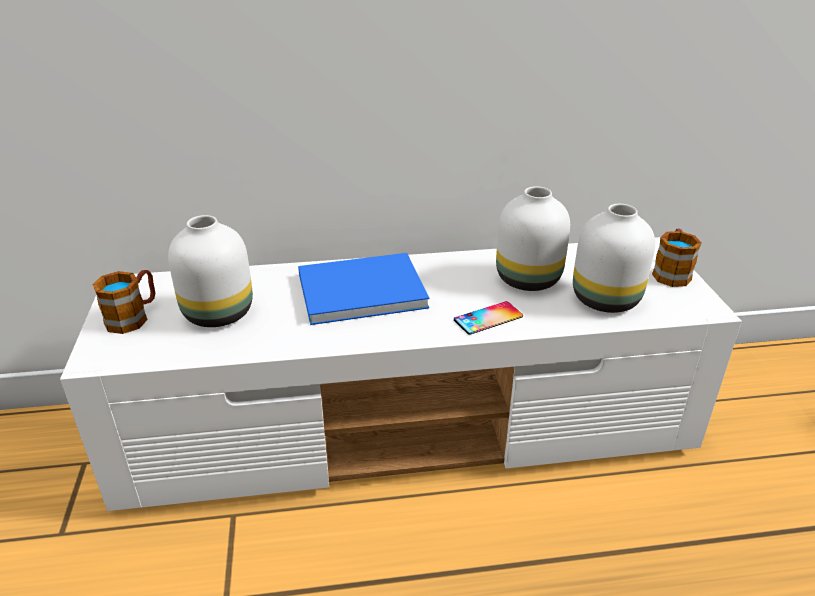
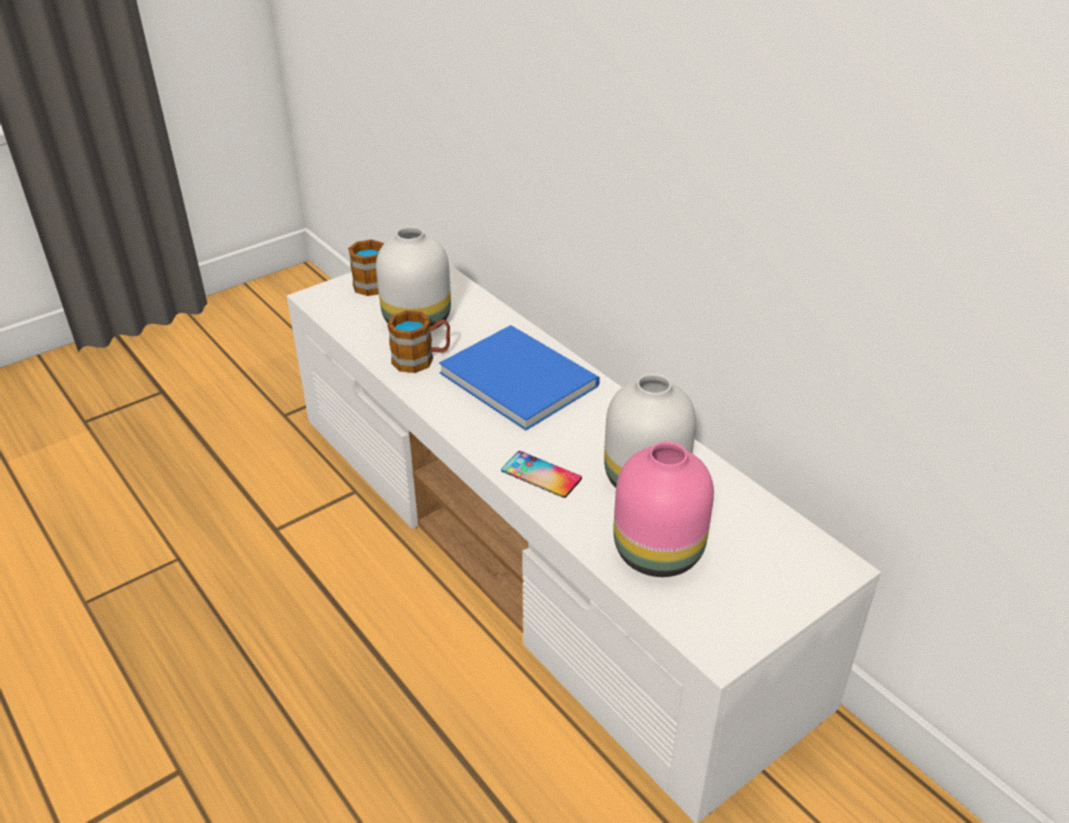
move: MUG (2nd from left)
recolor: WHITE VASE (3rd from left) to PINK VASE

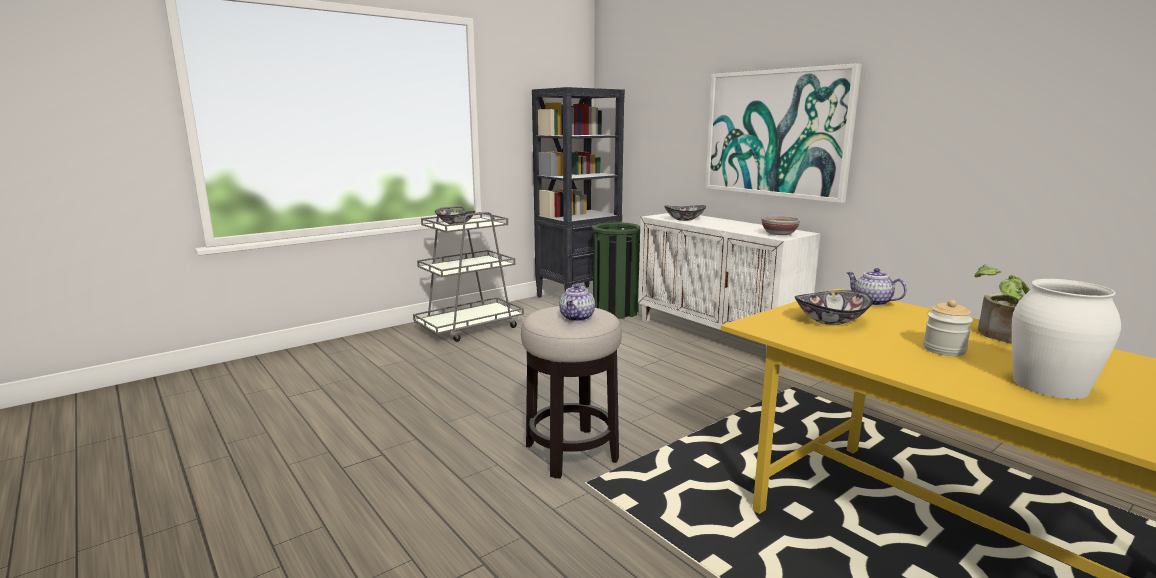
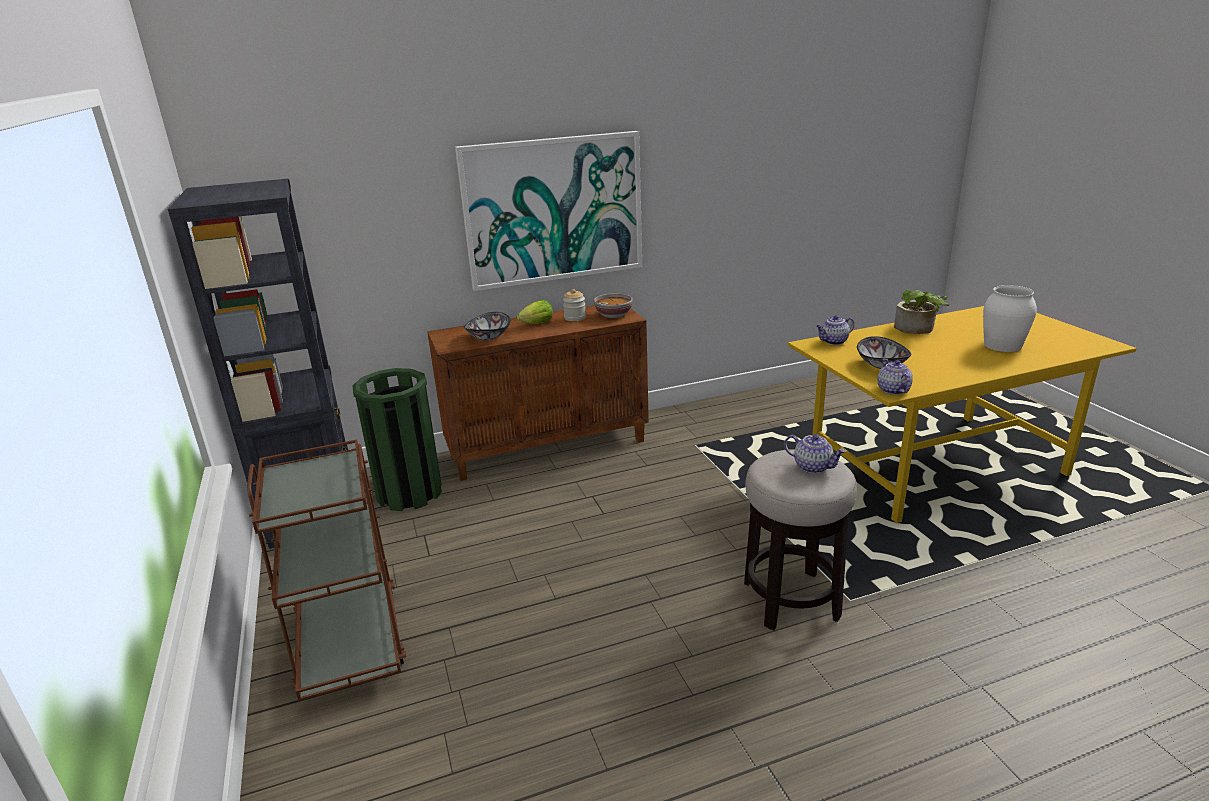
delete: BOWL (1st from left)
insert: LETTUCE; TEAPOT (3rd from left)
move: JAR
recolor: GREY CART to BROWN CART; WHITE CABINET to BROWN CABINET

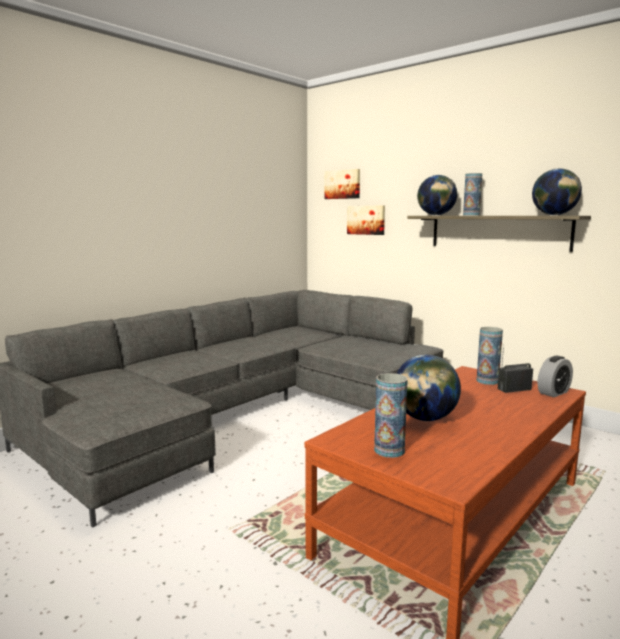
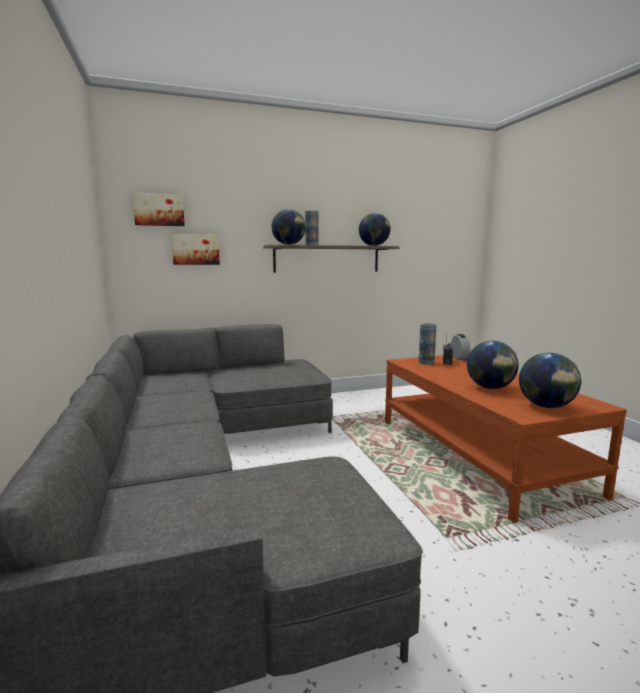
replace: VASE (1st from left) to GLOBE (4th from left)

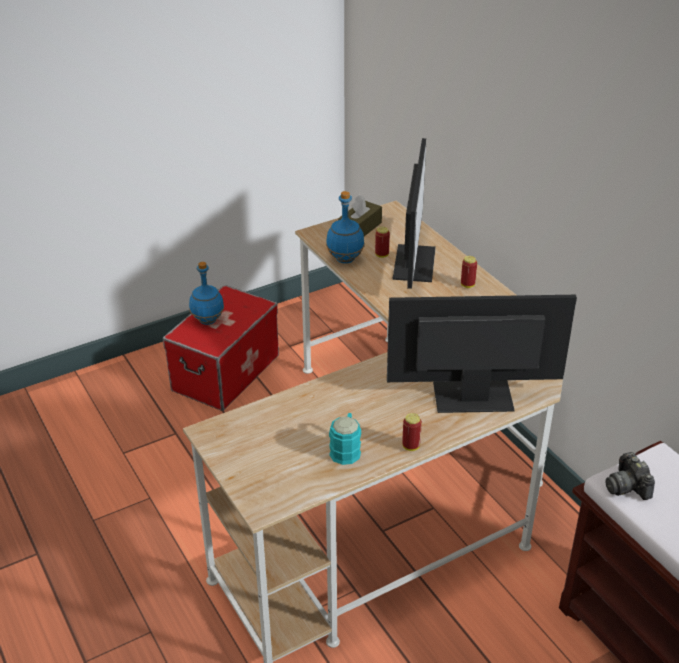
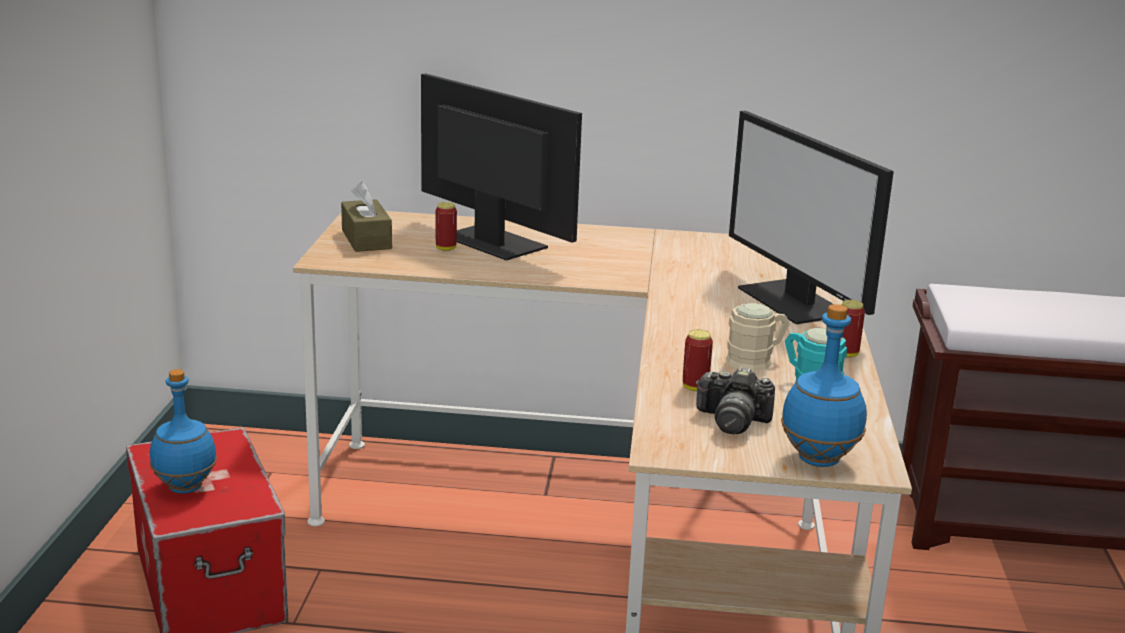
insert: BEIGE MUG
move: BLUE BOTTLE (2nd from left); CAN (3rd from left in the first image) to CAN (2nd from left); PHOTO CAMERA
rotate: MONITOR (2nd from left) 60 degrees counterclockwise

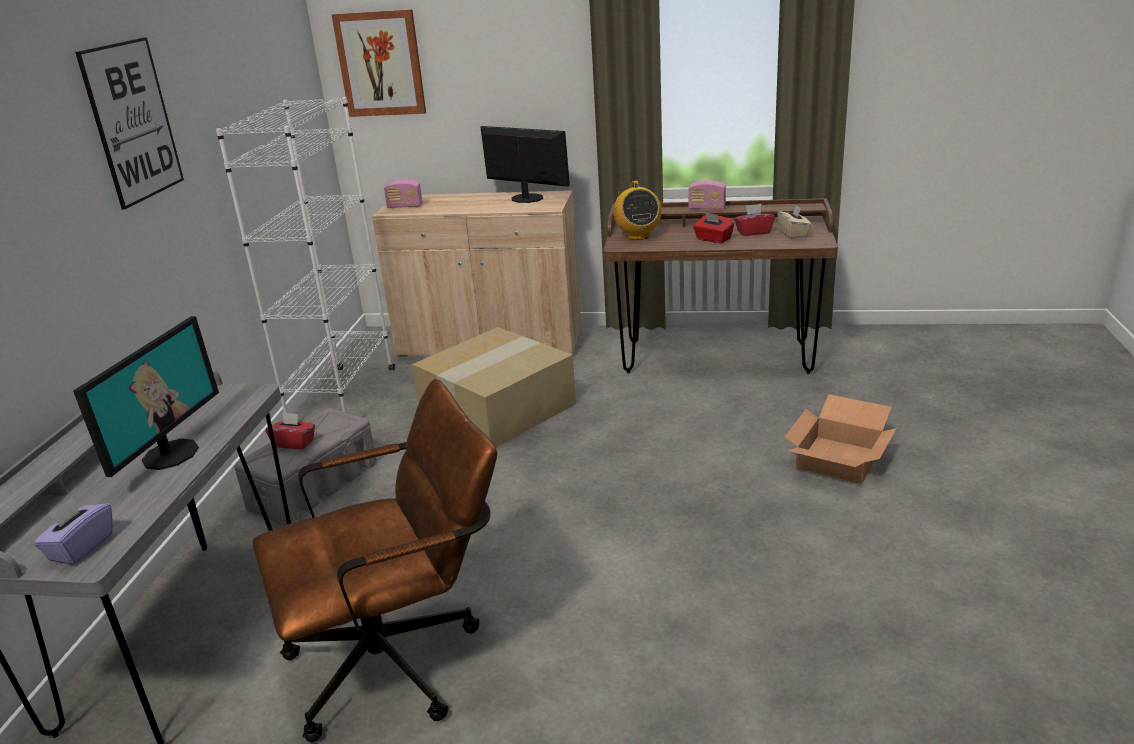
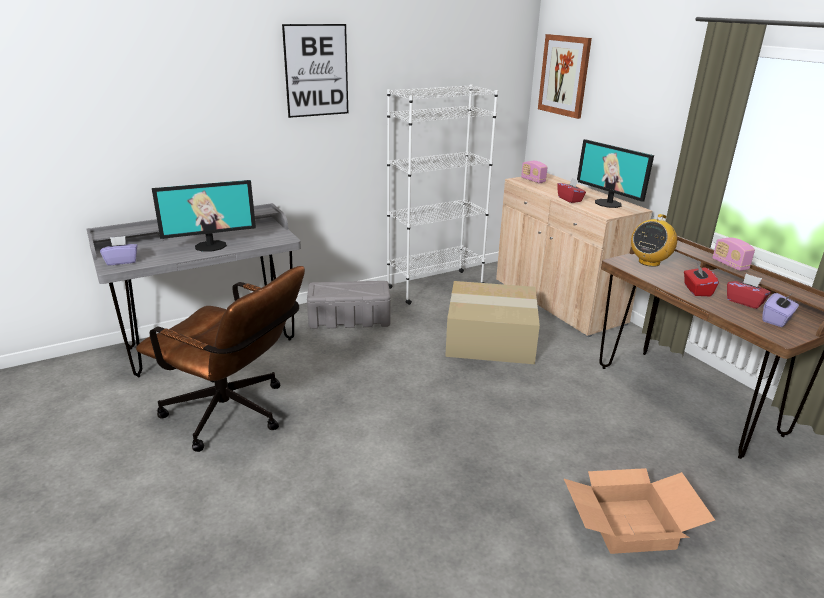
move: RED TISSUE BOX (1st from left)
recolor: BEIGE TISSUE BOX to PURPLE TISSUE BOX (2nd from left)
rotate: MONITOR (2nd from left) 150 degrees clockwise

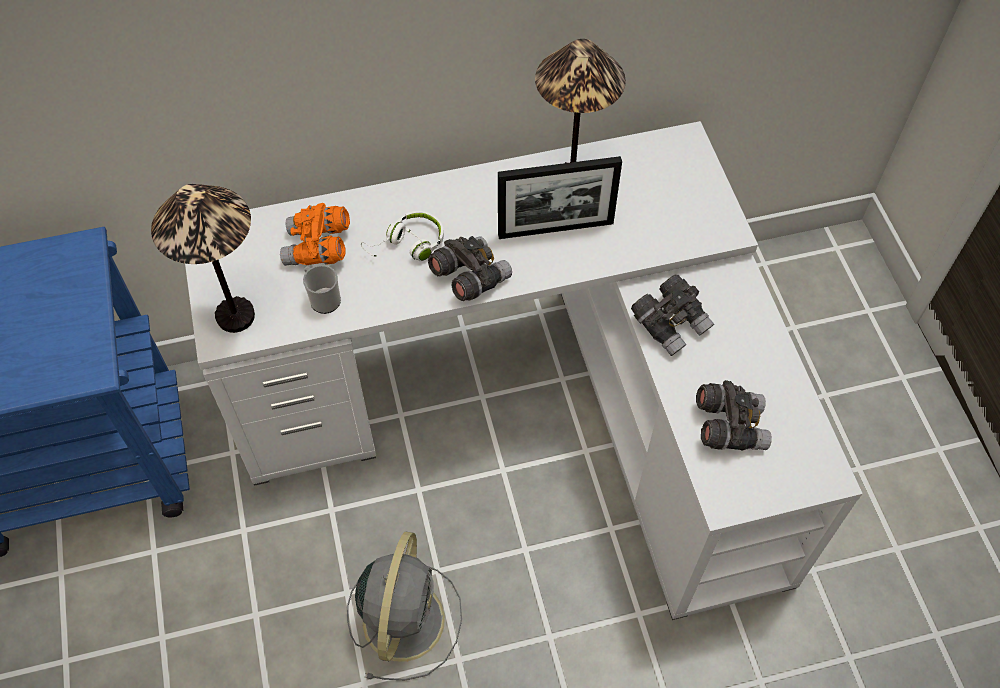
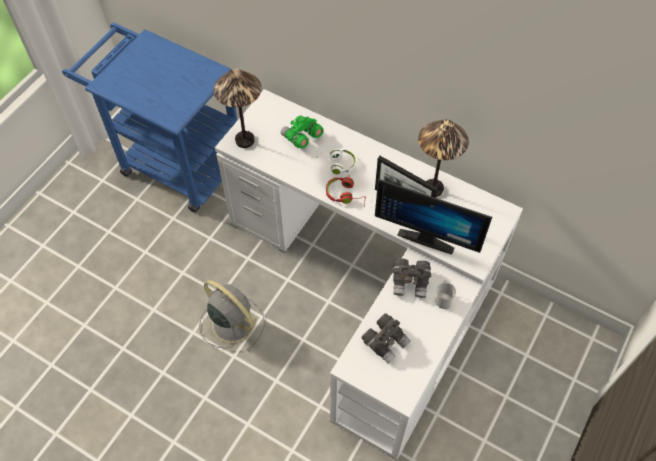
insert: MONITOR
move: MUG
replace: GREY BINOCULARS (1st from left) to RED HEADPHONES
recolor: ORANGE BINOCULARS to GREEN BINOCULARS
rotate: GREY FAN 105 degrees counterclockwise

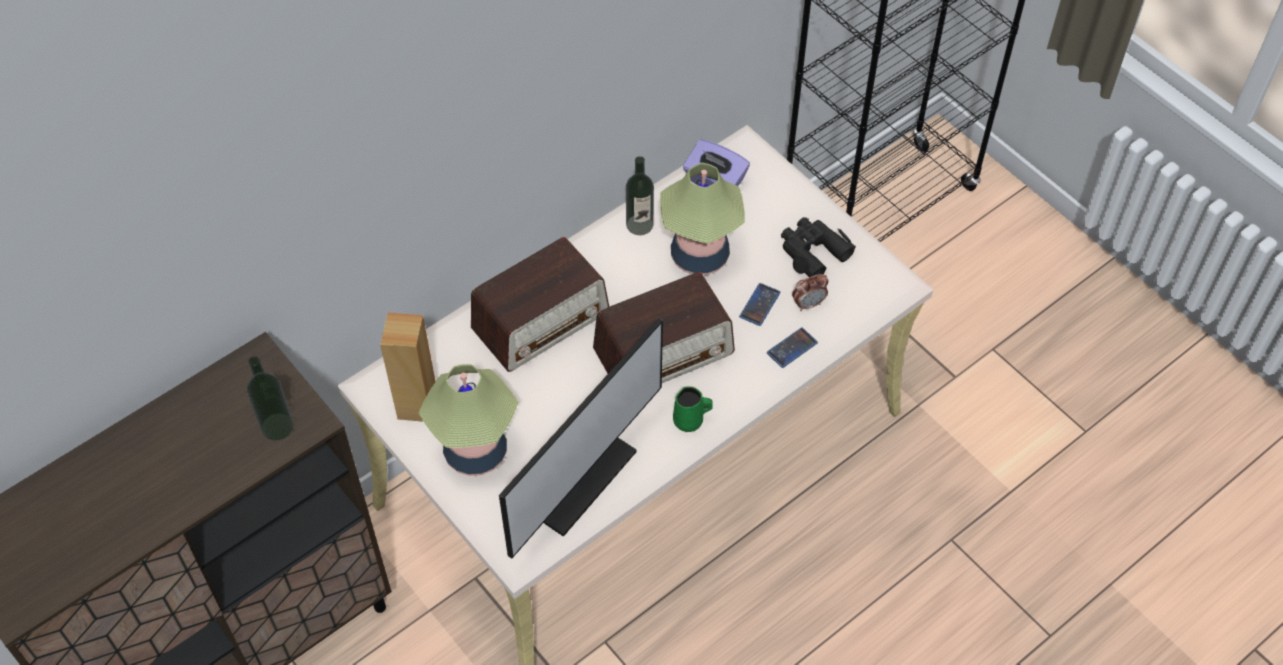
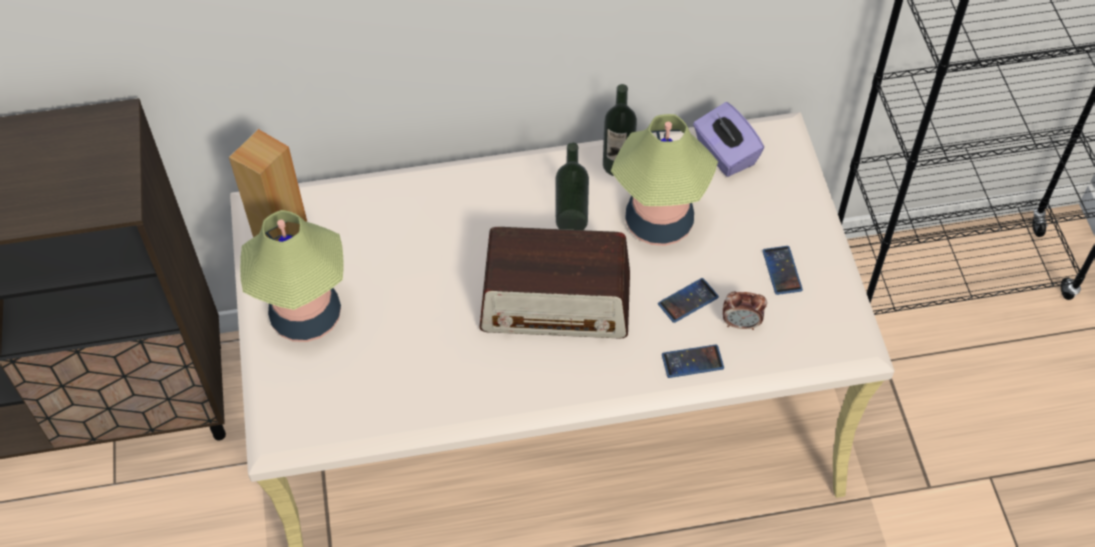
delete: RADIO (1st from left); MONITOR; GREEN MUG
move: BOTTLE (1st from left)
replace: BLACK BINOCULARS to PHONE (3rd from left)

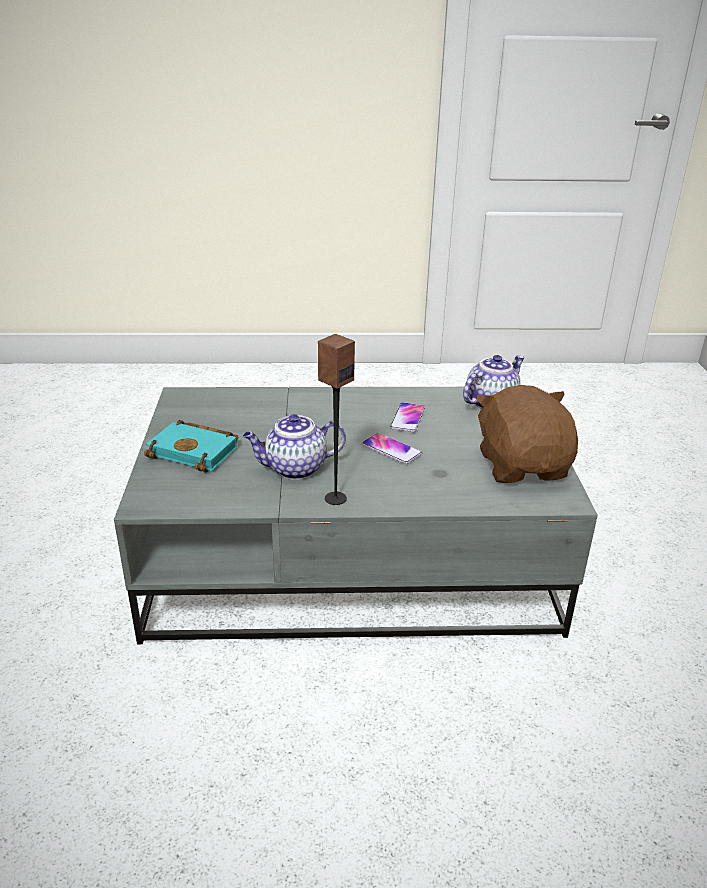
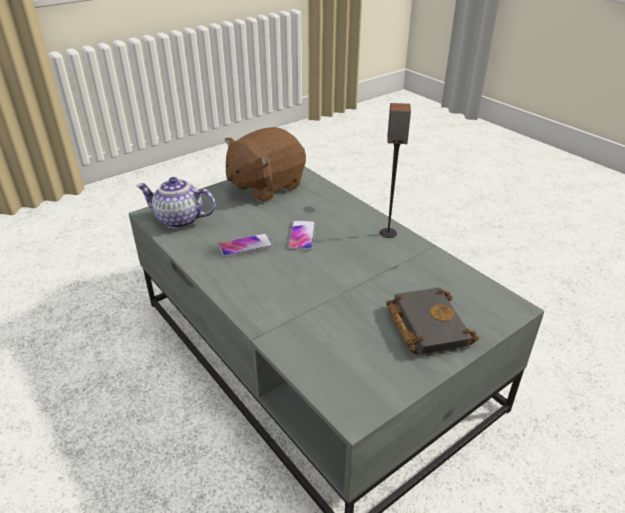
delete: TEAPOT (1st from left)
recolor: TURQUOISE BOOK to BLACK BOOK

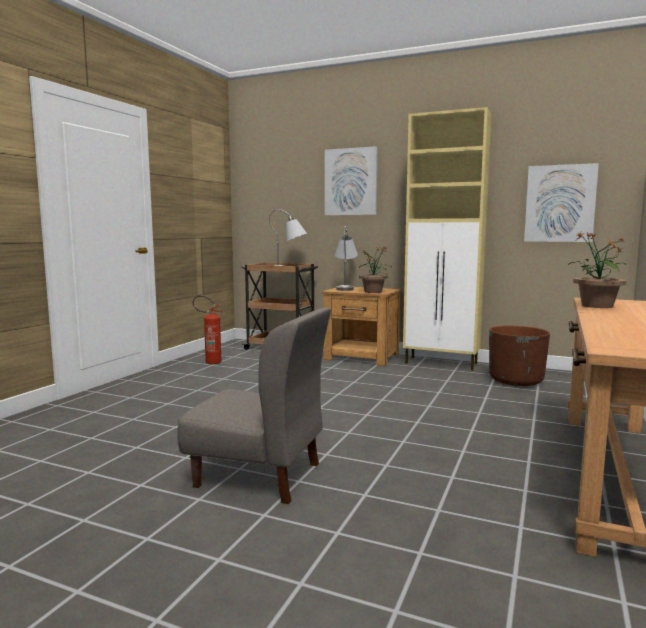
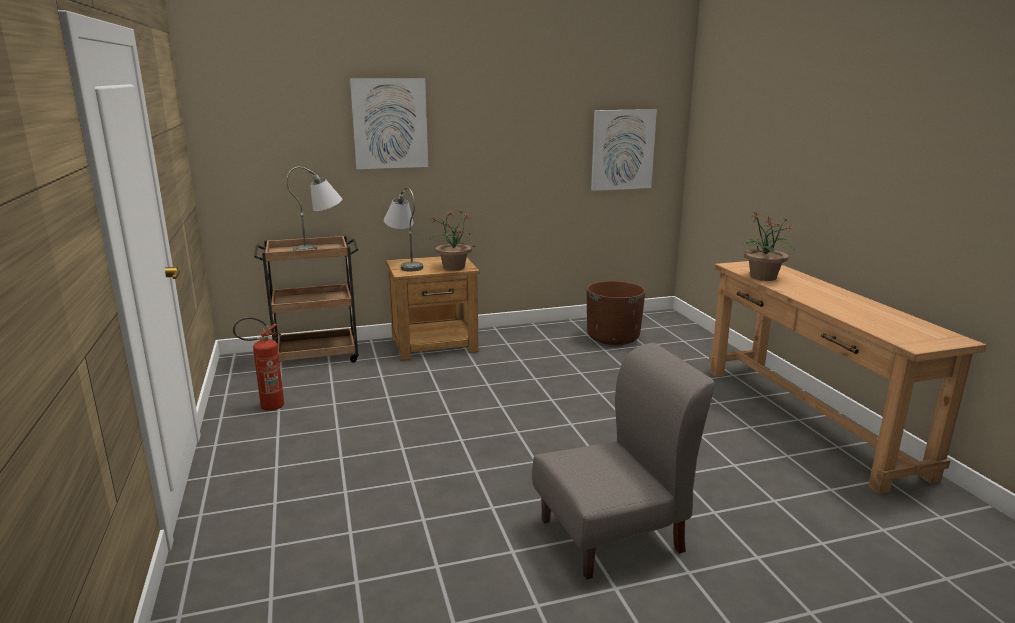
delete: BEIGE CABINET

